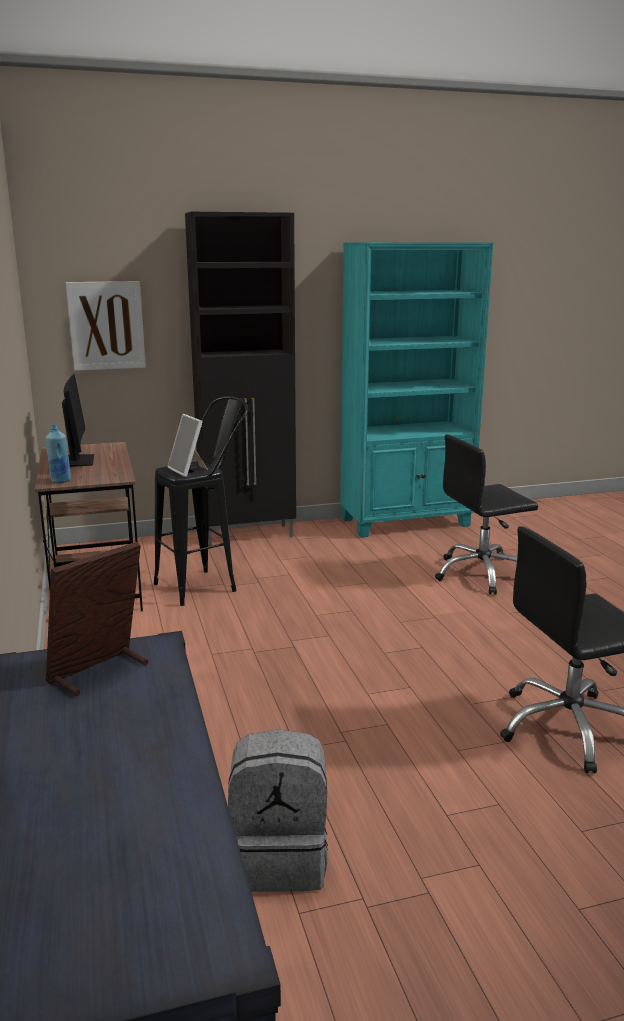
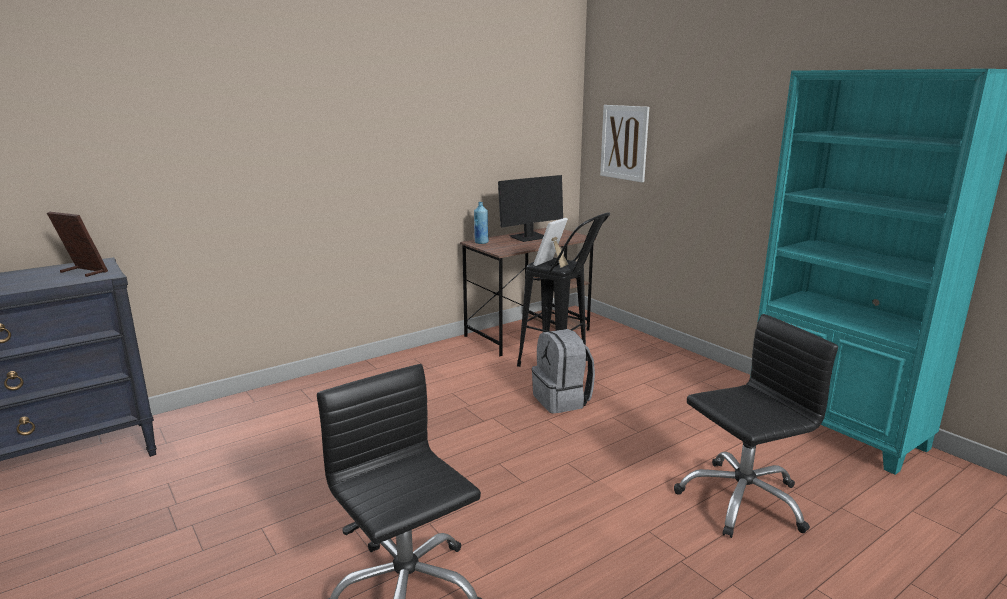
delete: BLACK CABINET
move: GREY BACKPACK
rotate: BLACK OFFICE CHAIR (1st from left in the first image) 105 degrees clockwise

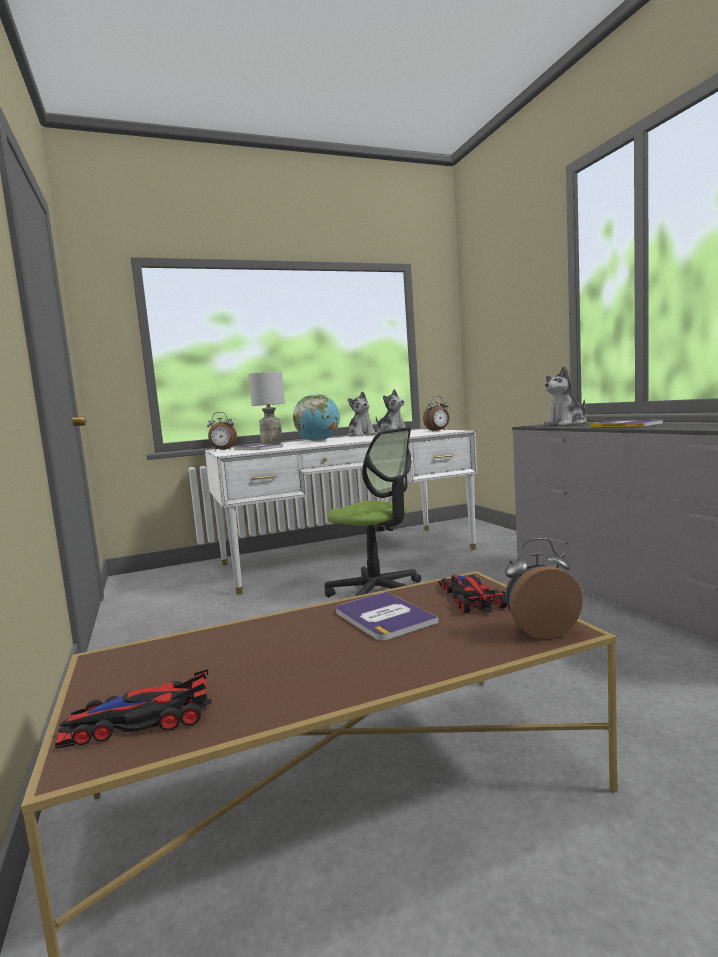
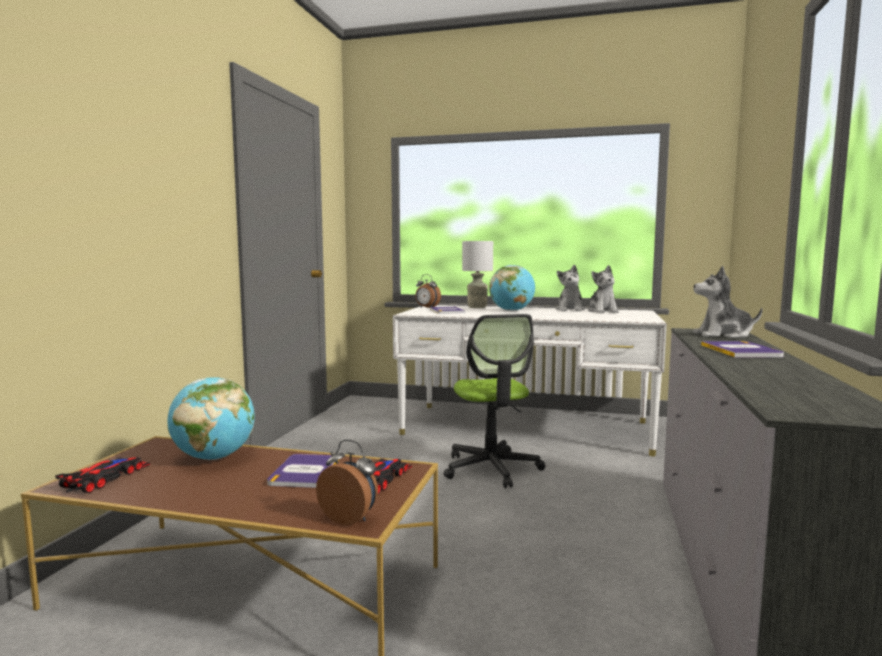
delete: ALARM CLOCK (2nd from left)
insert: GLOBE (1st from left)
rotate: TOY CAR (1st from left) 90 degrees clockwise

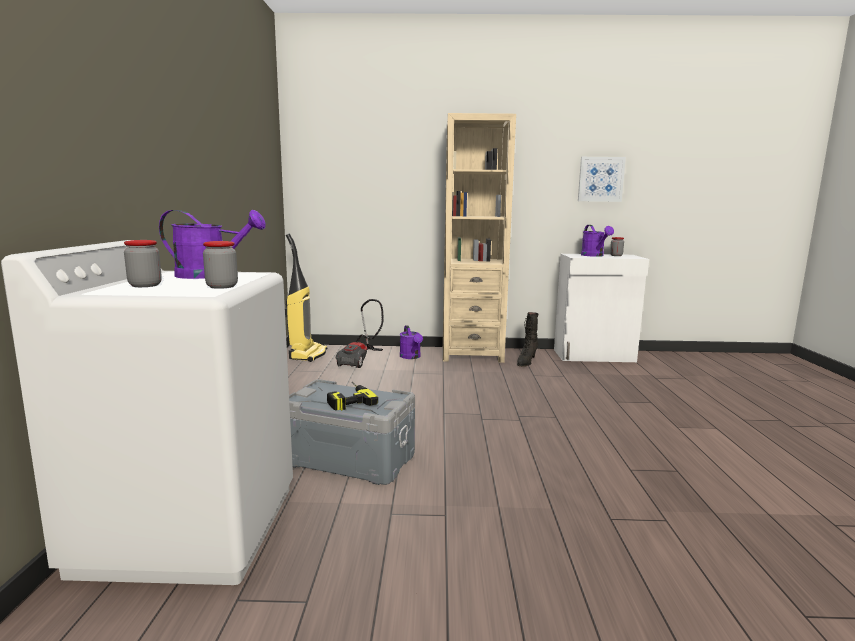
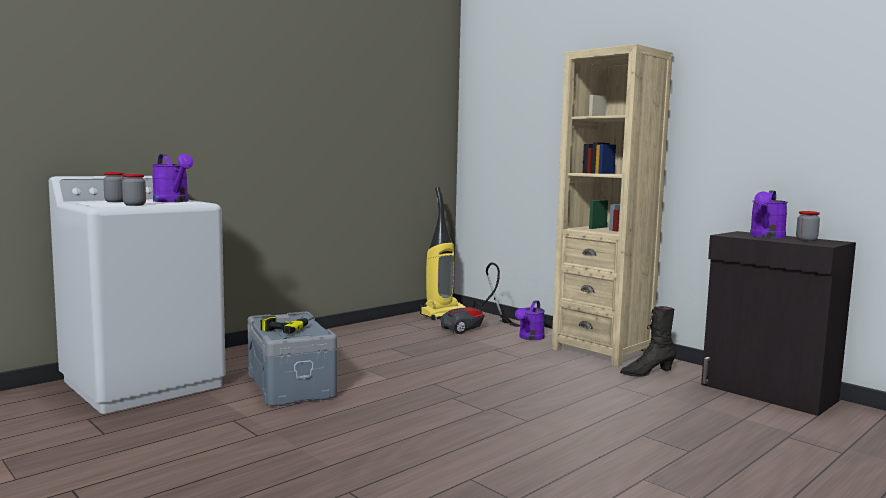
delete: PICTURE
recolor: WHITE CABINET to BLACK CABINET

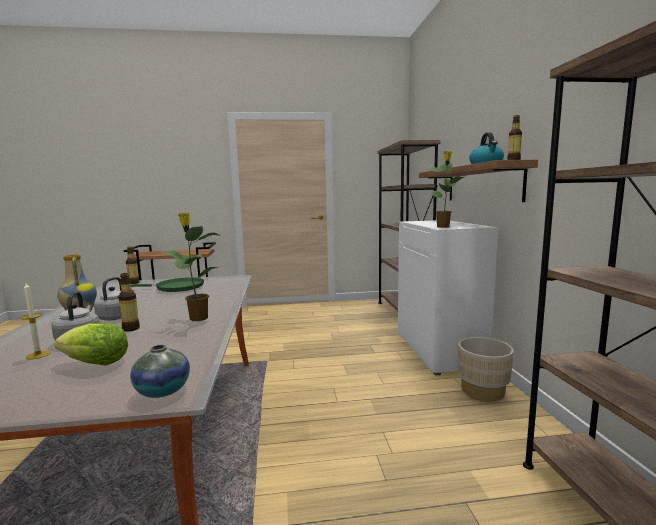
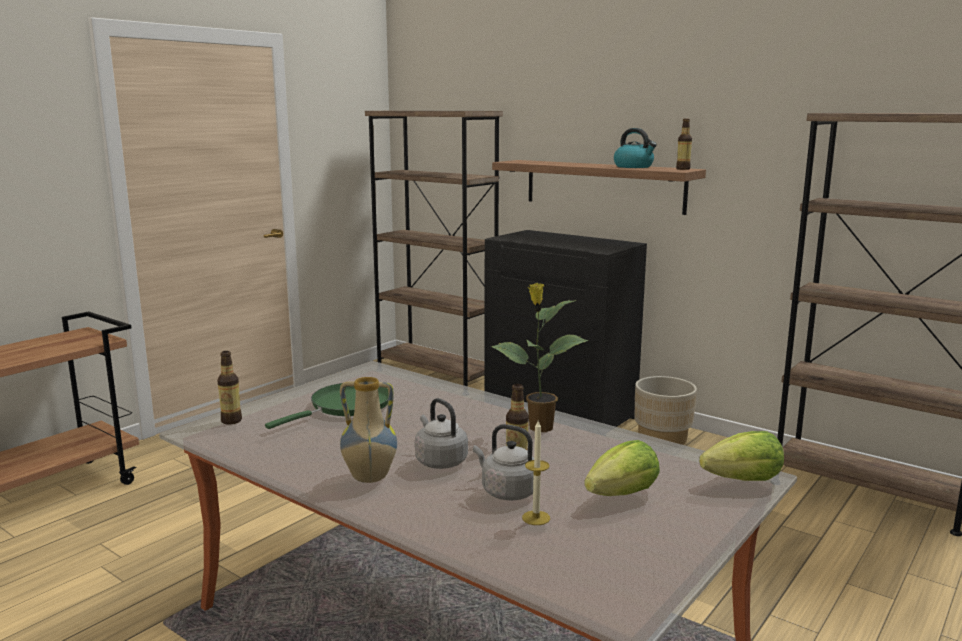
delete: POTTED PLANT (2nd from left)
replace: VASE (2nd from left) to LETTUCE (2nd from left)
recolor: WHITE CABINET to BLACK CABINET

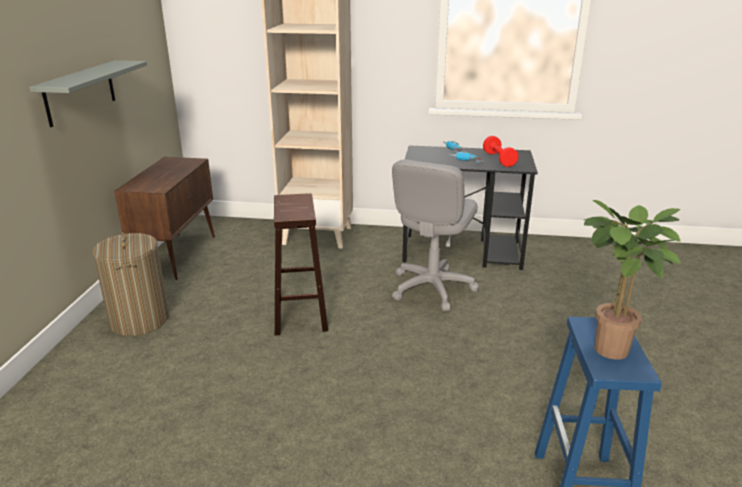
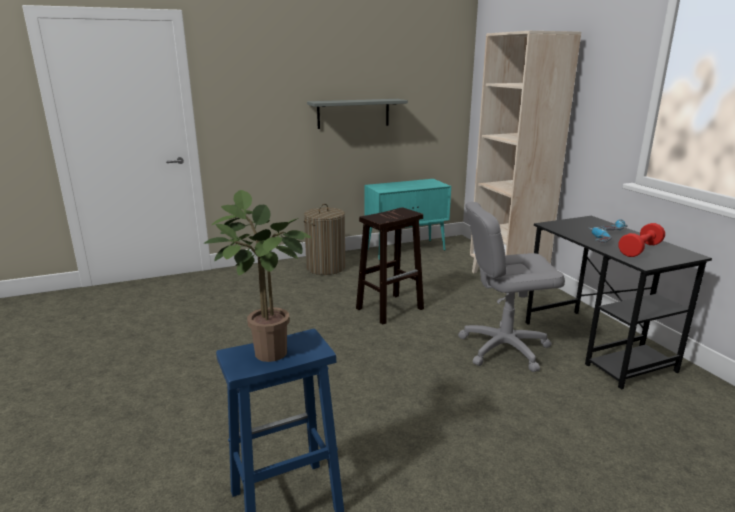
recolor: BROWN CABINET to TURQUOISE CABINET

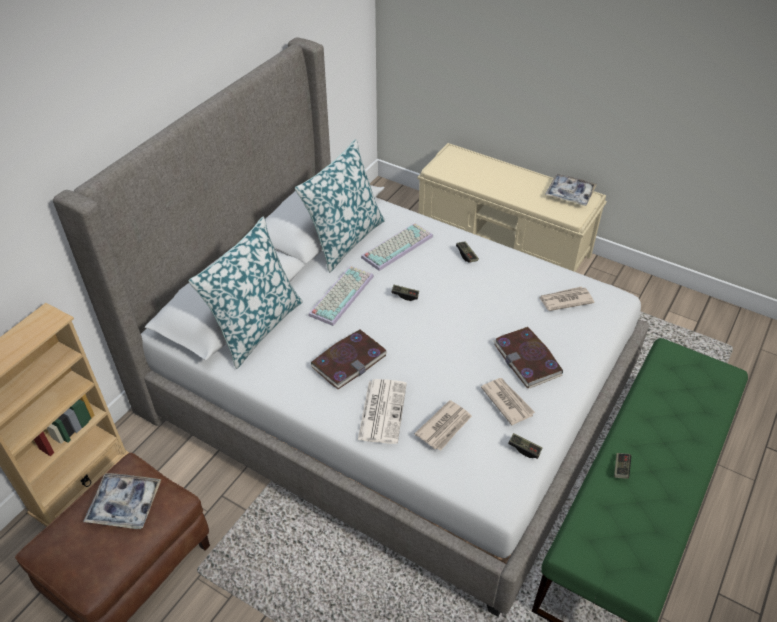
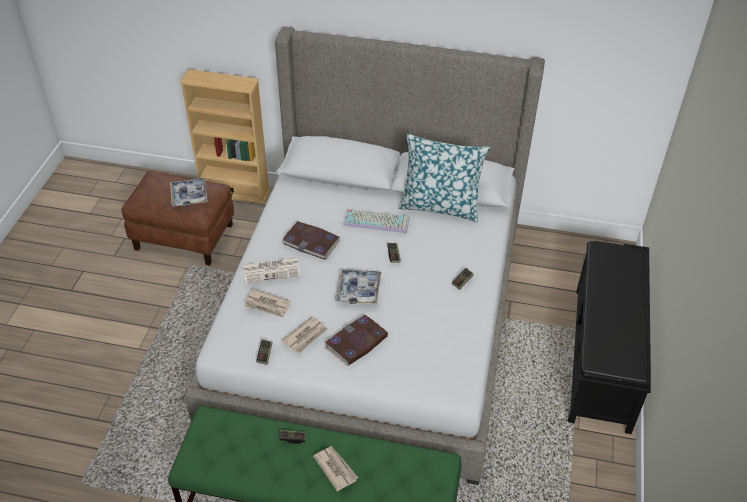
delete: PILLOW (1st from left); KEYBOARD (2nd from left)
move: NEWSPAPER (4th from left); TRAY (2nd from left)
recolor: BEIGE BENCH to BLACK BENCH

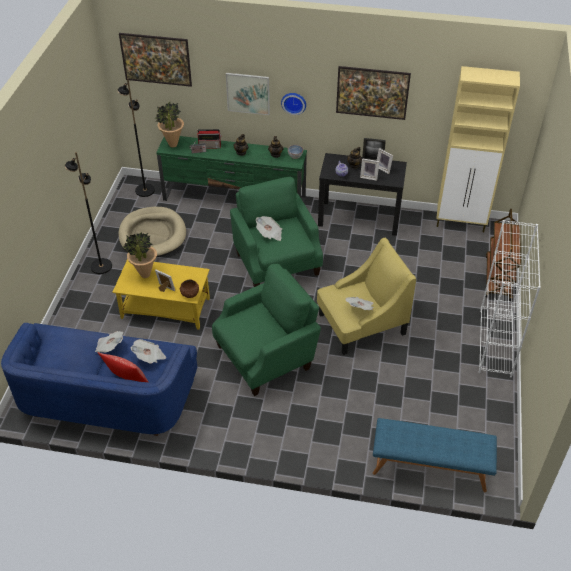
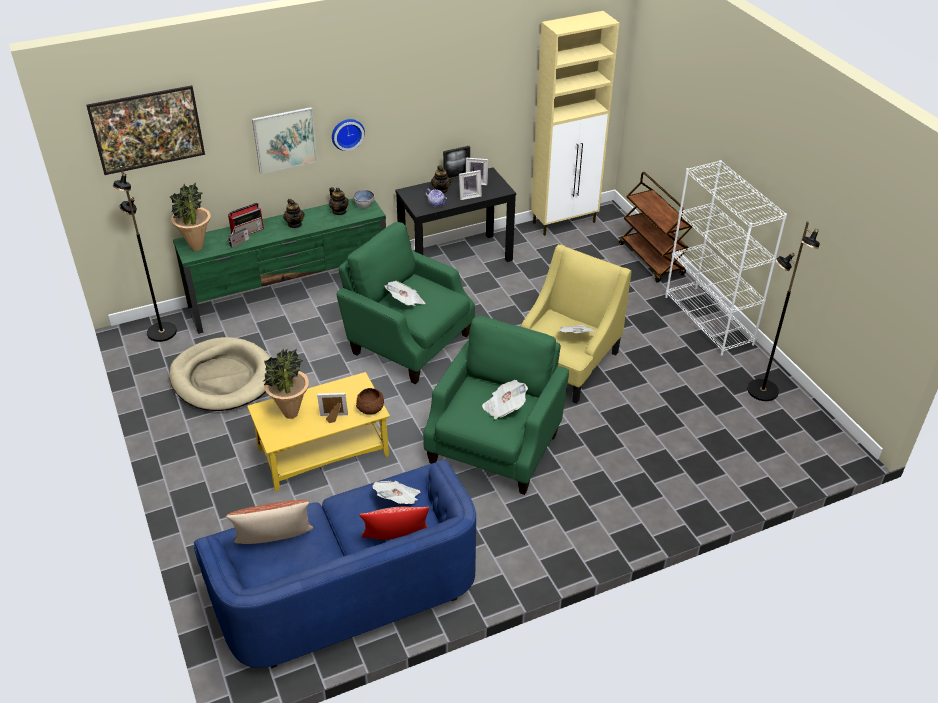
delete: PICTURE (3rd from left); BLUE BENCH
insert: PILLOW (1st from left)
move: BLACK FLOOR LAMP (1st from left in the first image) to BLACK FLOOR LAMP (2nd from left); NEWSPAPER (1st from left in the first image) to NEWSPAPER (3rd from left)

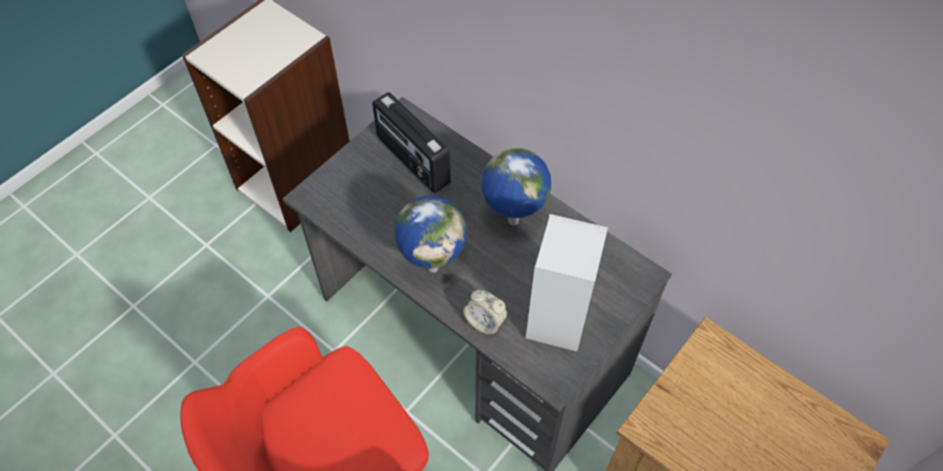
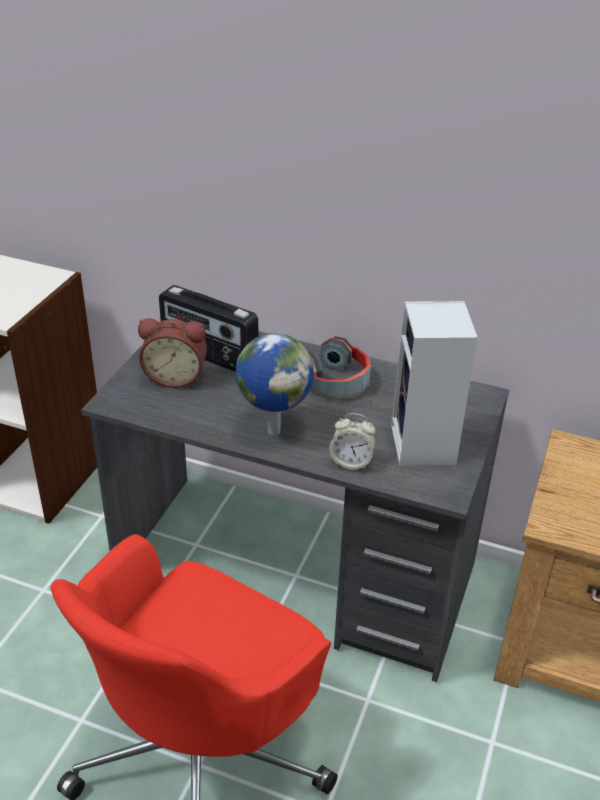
insert: ALARM CLOCK (1st from left)
replace: GLOBE (2nd from left) to HEADPHONES

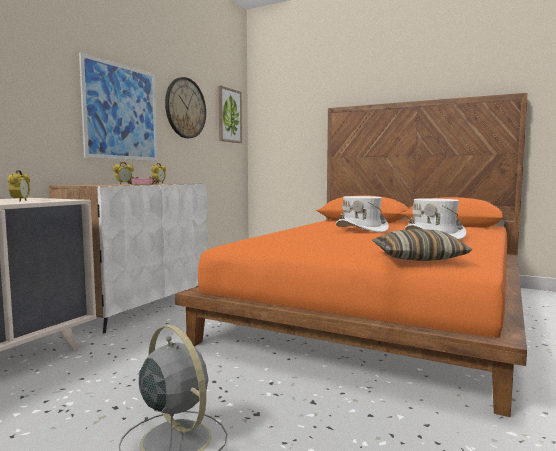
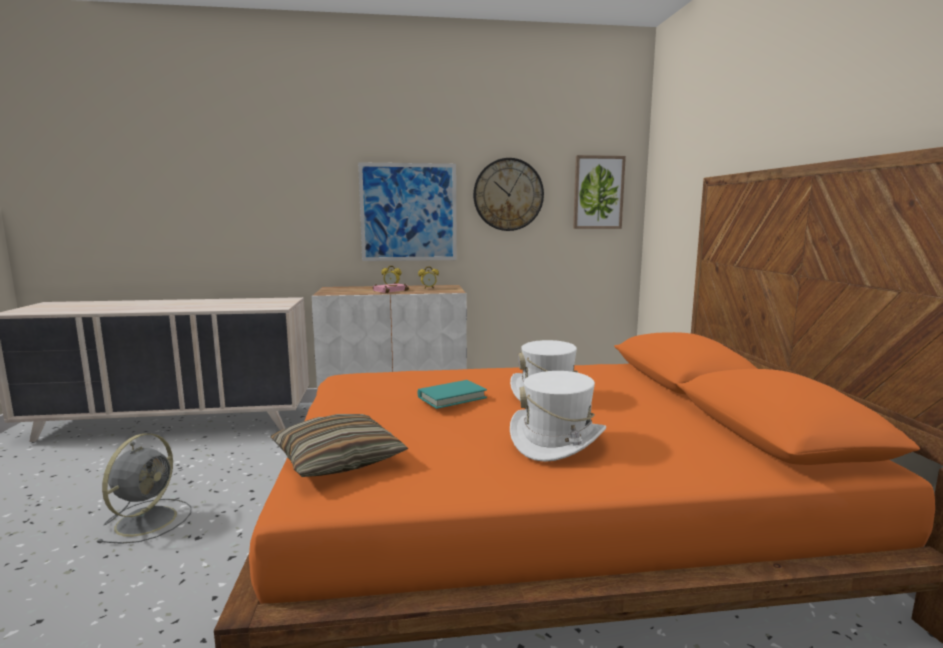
delete: ALARM CLOCK (1st from left)
insert: TURQUOISE BOOK

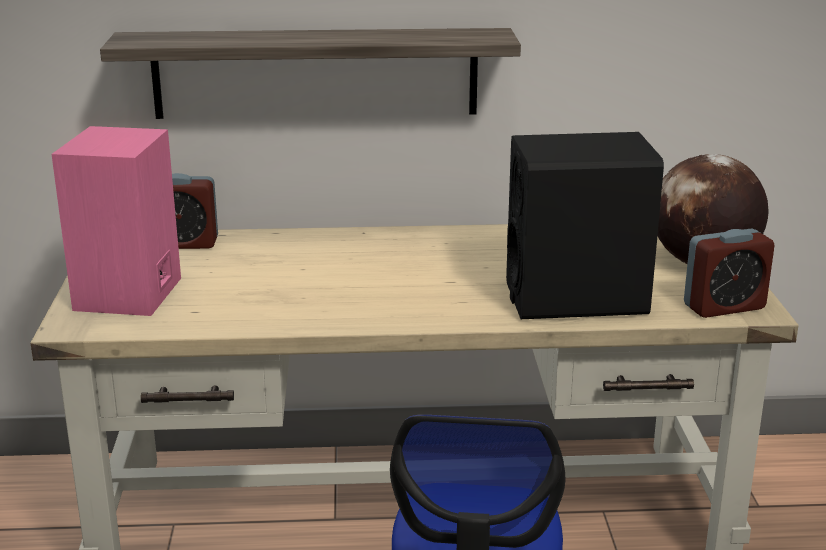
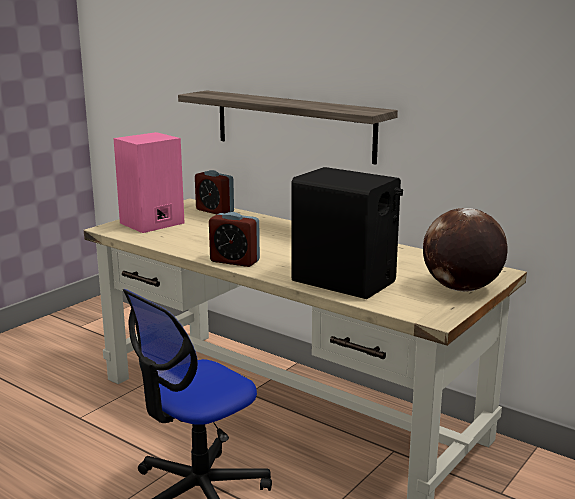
move: ALARM CLOCK (2nd from left)

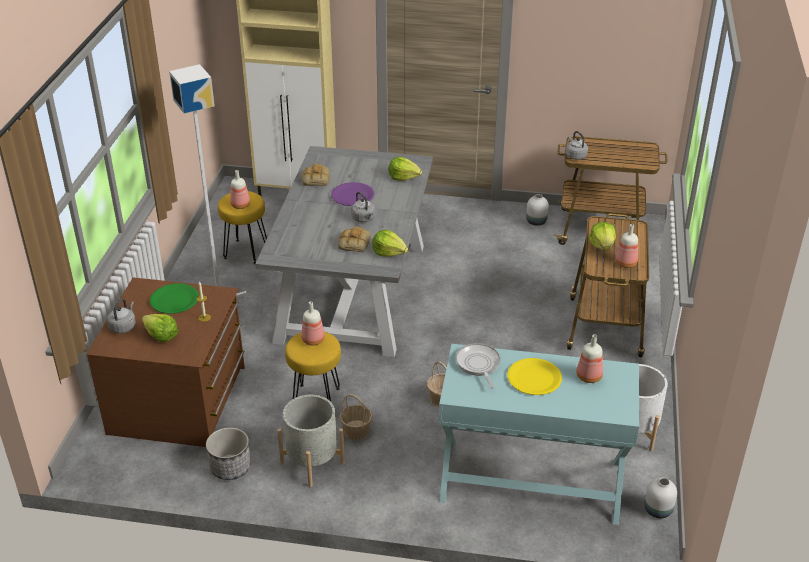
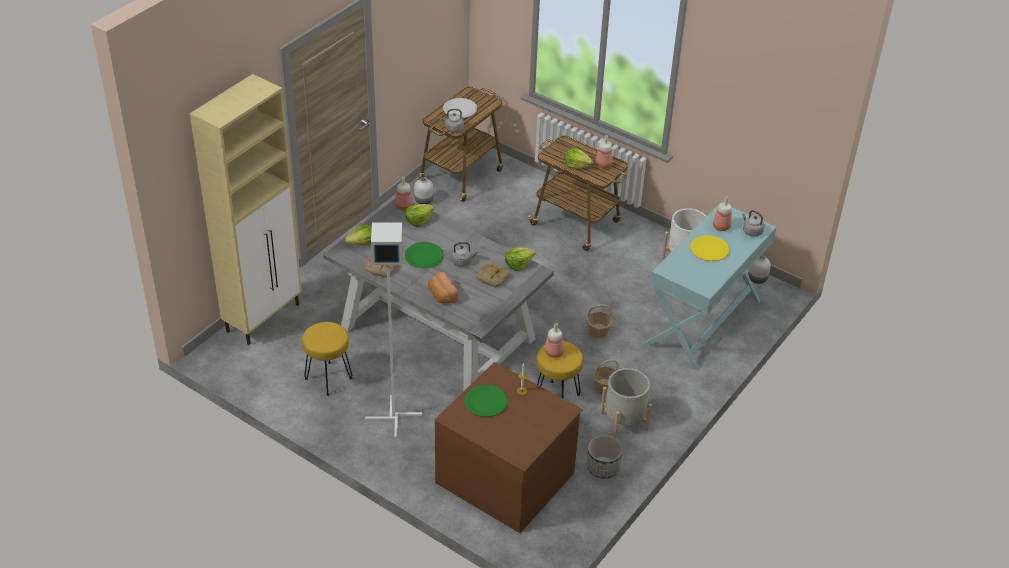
delete: FRYING PAN
insert: BREAD (2nd from left); WHITE PLATE
move: GREY KETTLE (1st from left in the first image) to GREY KETTLE (3rd from left); LETTUCE (1st from left); BOTTLE (1st from left)
recolor: PURPLE PLATE to GREEN PLATE (1st from left)

